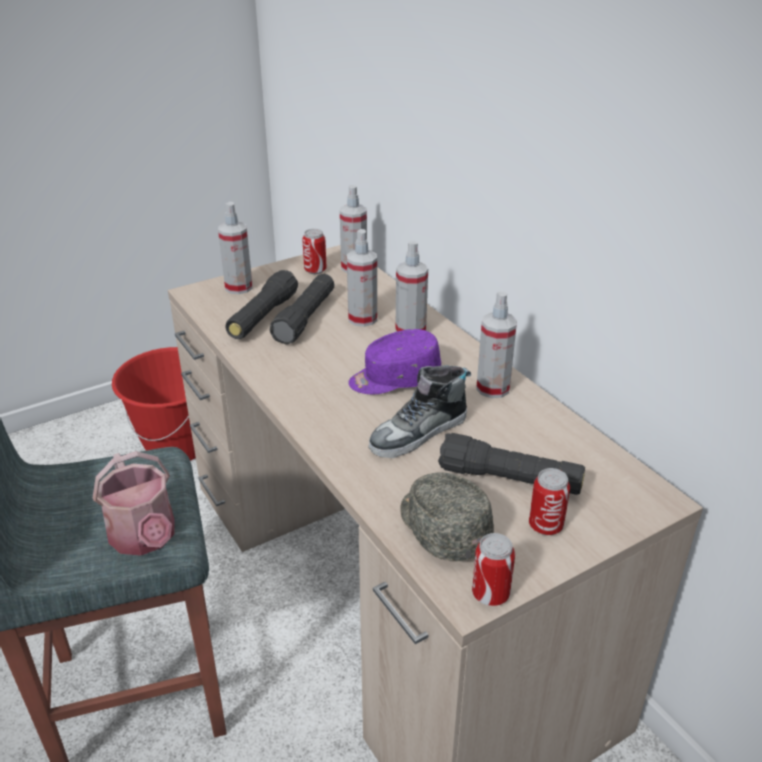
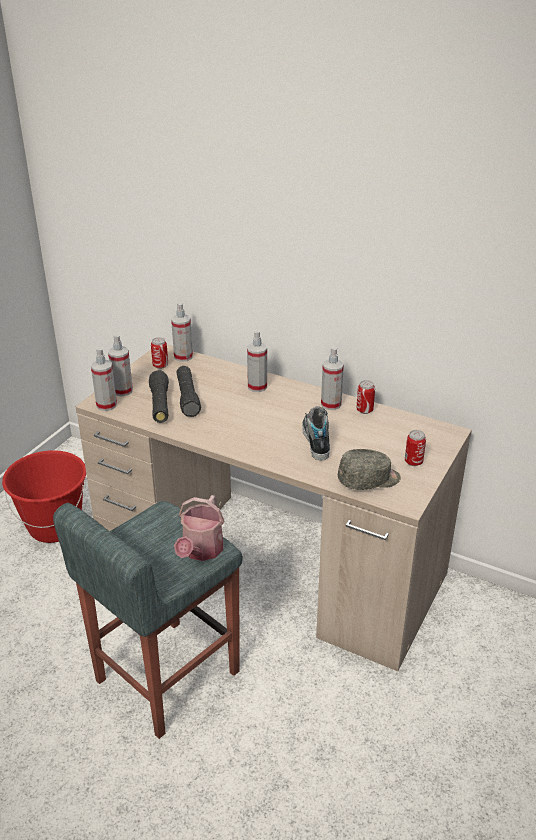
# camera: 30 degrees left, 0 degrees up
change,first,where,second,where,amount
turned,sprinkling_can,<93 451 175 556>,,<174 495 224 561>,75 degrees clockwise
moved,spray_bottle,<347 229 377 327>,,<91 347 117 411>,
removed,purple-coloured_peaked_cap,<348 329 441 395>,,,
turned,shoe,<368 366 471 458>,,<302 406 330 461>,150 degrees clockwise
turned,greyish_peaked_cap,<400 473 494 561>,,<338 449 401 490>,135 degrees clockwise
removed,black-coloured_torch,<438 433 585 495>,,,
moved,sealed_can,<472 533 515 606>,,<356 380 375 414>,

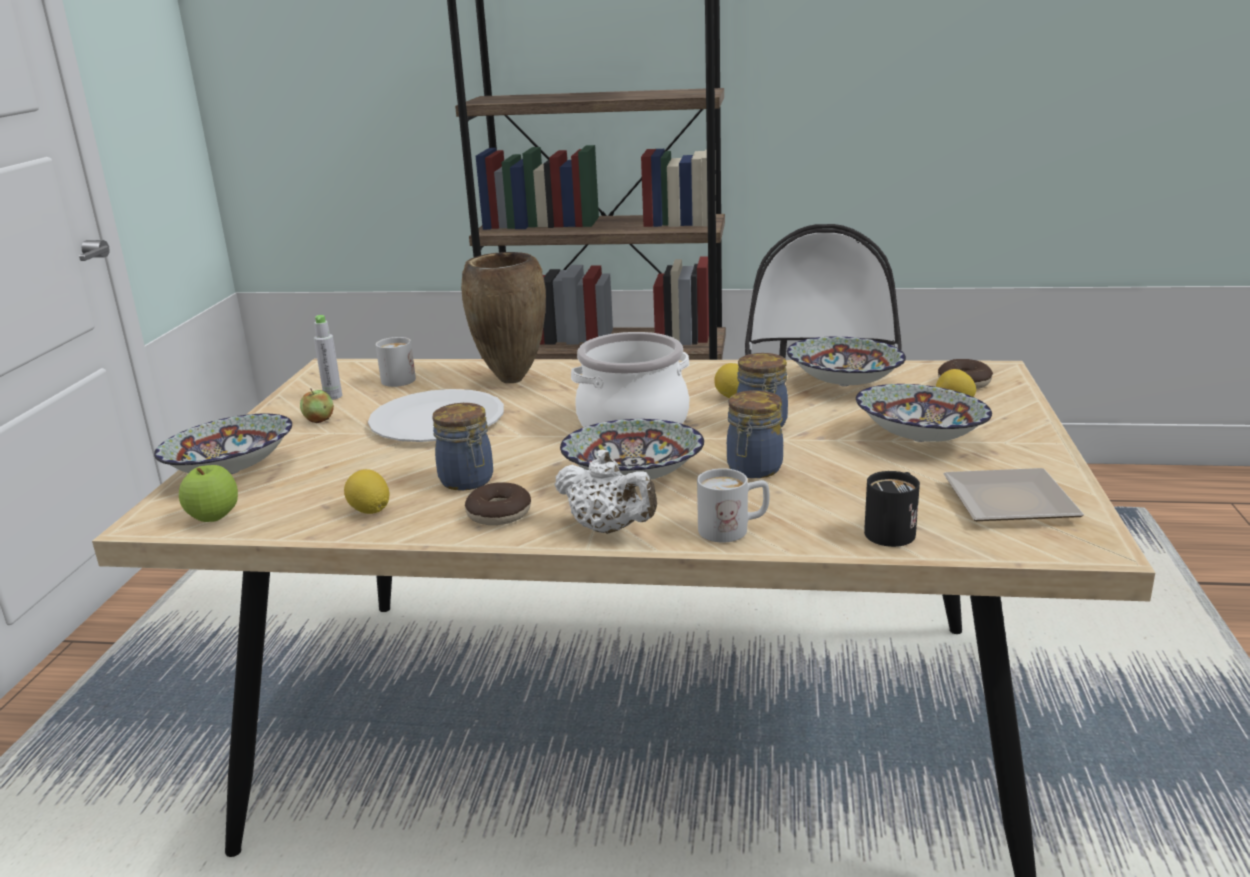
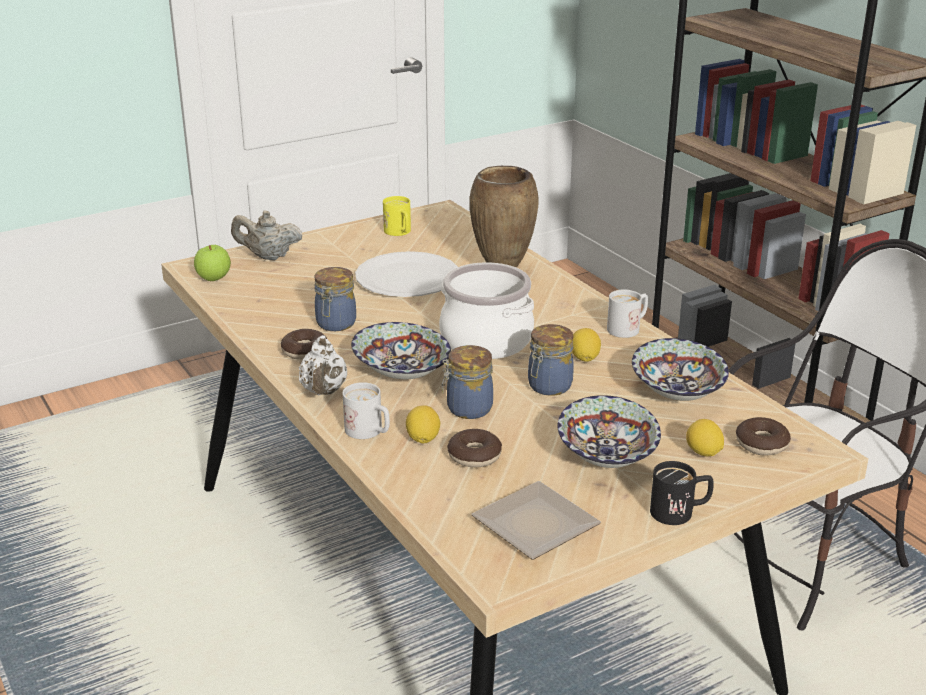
# camera: 50 degrees right, 5 degrees up
change,first,where,second,where,amount
replaced,serving_bowl,<154 414 292 474>,beige_pot_for_tea,<231 210 302 260>,
removed,apple,<300 389 334 423>,,,
replaced,greyish_beverage_bottle,<314 315 342 400>,yellow-coloured_coffee_mug,<383 196 411 236>,
moved,whole_lemon,<344 469 389 514>,,<406 405 440 443>,
moved,white-coloured_coffee_mug,<376 337 416 387>,,<607 290 648 338>,
moved,black-coloured_coffee_mug,<864 471 920 547>,,<650 461 714 525>,
added,,,doughnut,<447 429 502 467>,

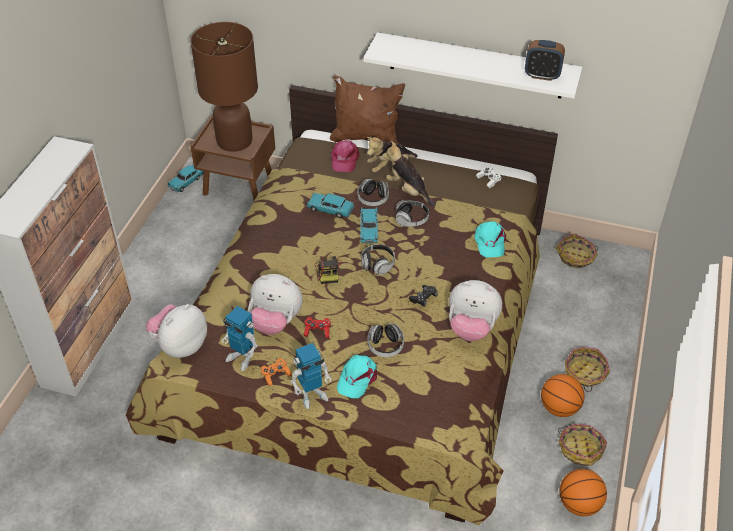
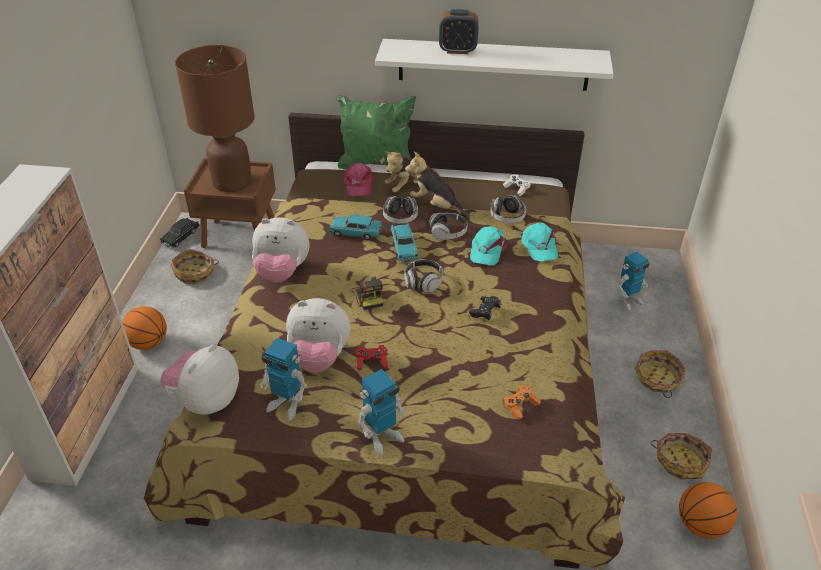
# camera: 10 degrees left, 5 degrees down
change,first,where,second,where,amount
recoloured,turquoise_toy_car,<167 164 204 192>,black-coloured_toy_car,<160 218 200 248>,
moved,orange_game_controller,<261 358 292 386>,,<502 385 541 420>,
recoloured,brown_pillow,<330 75 405 143>,greenish_pillow,<336 95 416 170>,
moved,turquoise_peaked_cap,<337 355 377 398>,,<470 227 507 265>,
moved,pair_of_headphones,<367 323 404 357>,,<490 195 526 223>,
moved,cuddly_toy,<449 280 502 341>,,<252 217 309 282>,
moved,bedside_clock,<525 40 565 81>,,<439 9 479 54>,
moved,basketball_ball,<541 374 585 417>,,<122 306 167 350>,
moved,household_basket,<556 233 598 268>,,<171 249 219 284>,
added,,,model_robot,<618 252 650 311>,

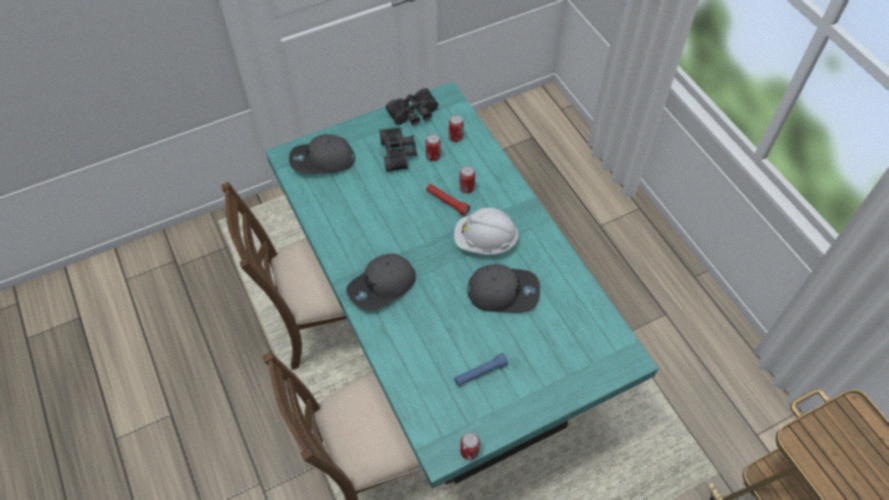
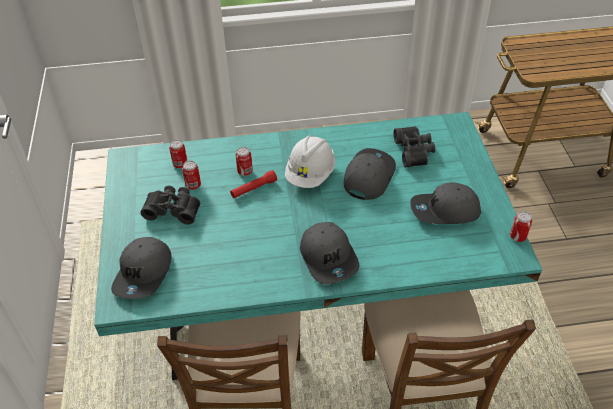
# camera: 70 degrees left, 10 degrees down
change,first,where,second,where,amount
moved,black-coloured_field_glasses,<386 88 439 126>,,<394 126 435 167>,
replaced,bluish_torch,<454 353 508 386>,greyish_peaked_cap,<410 182 481 224>,

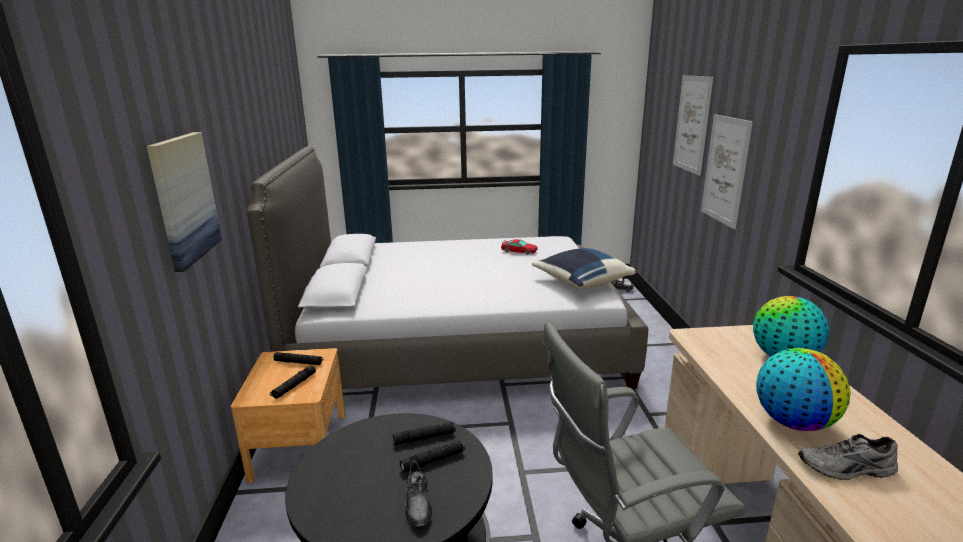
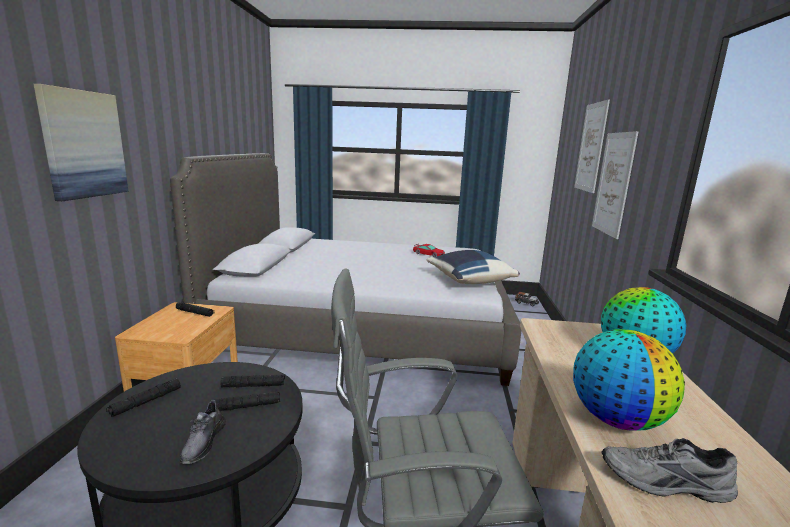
# camera: 10 degrees right, 5 degrees down
change,first,where,second,where,amount
moved,black-coloured_torch,<270 365 316 399>,,<106 378 181 417>,

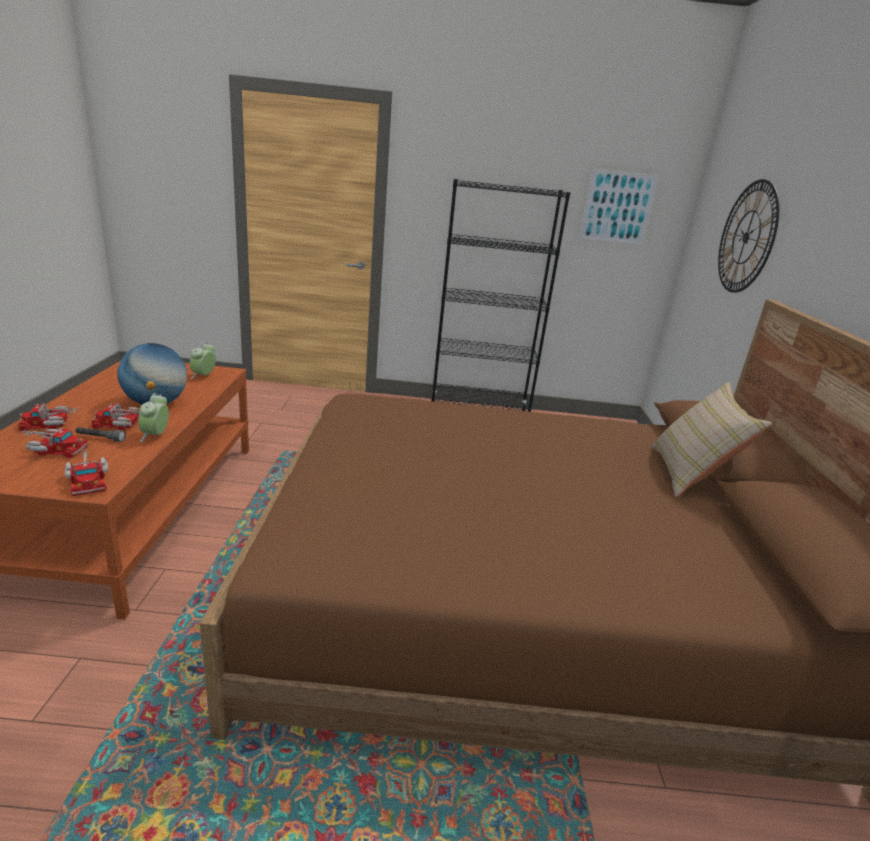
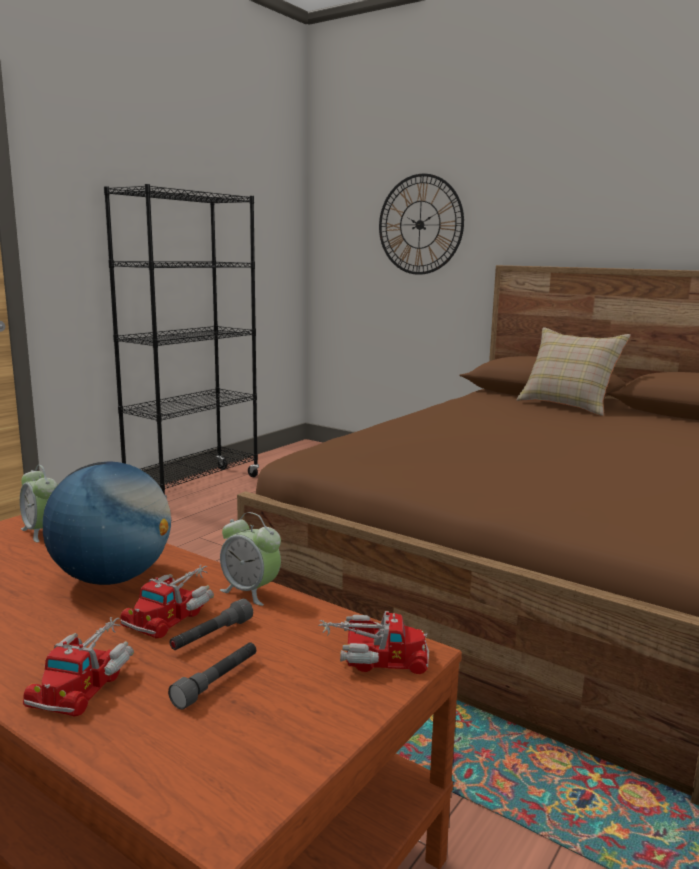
# camera: 55 degrees left, 10 degrees down
change,first,where,second,where,amount
replaced,toy_lorry,<22 427 88 458>,greyish_torch,<168 642 256 710>,
removed,wall_picture,<579 168 659 245>,,,

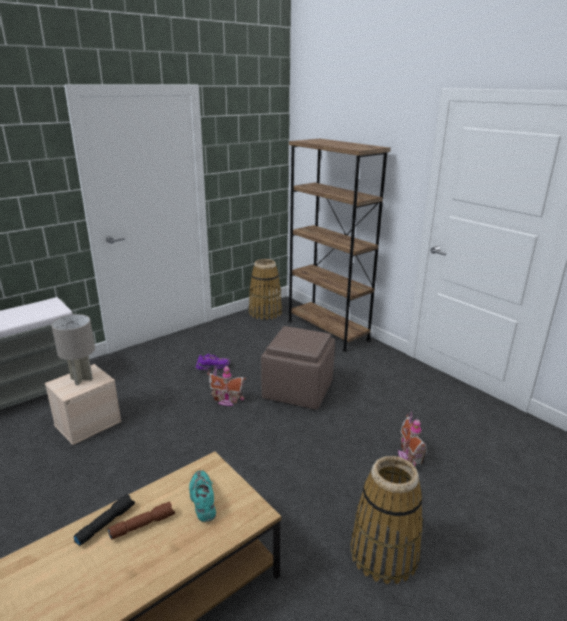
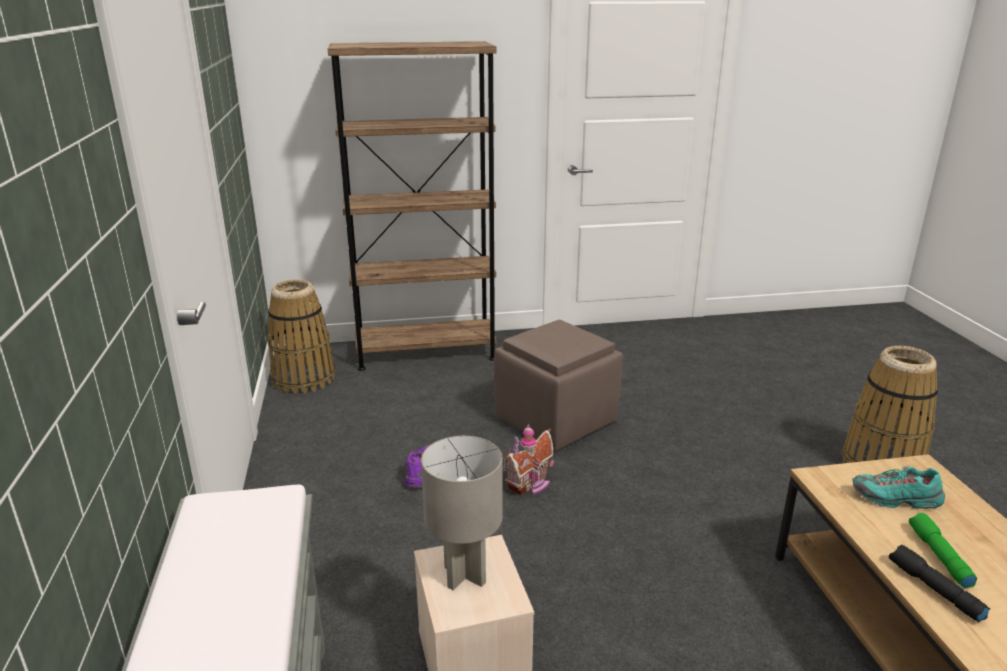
# camera: 60 degrees left, 0 degrees up
change,first,where,second,where,amount
recoloured,brown_torch,<108 502 175 540>,greenish_torch,<909 513 977 588>,
removed,model_house,<398 411 427 466>,,,

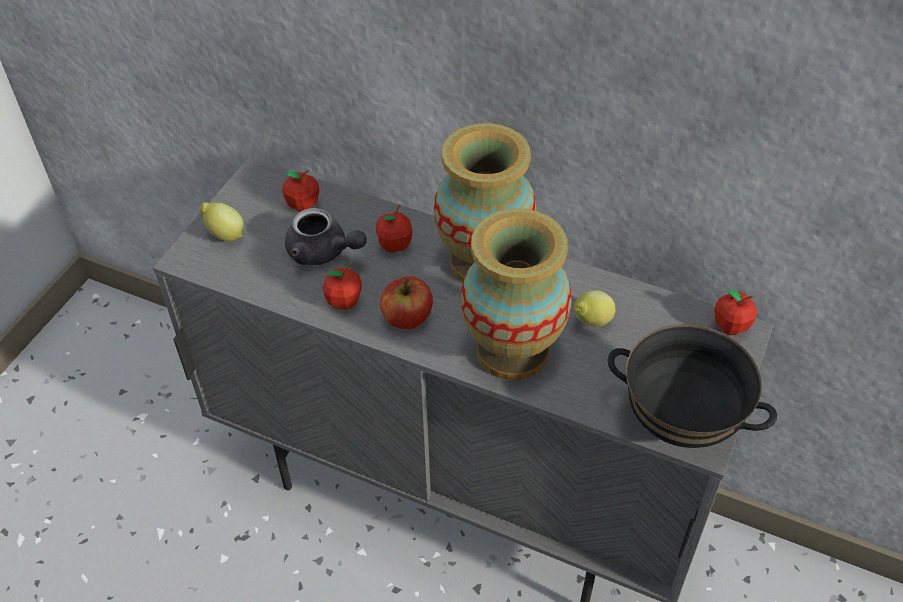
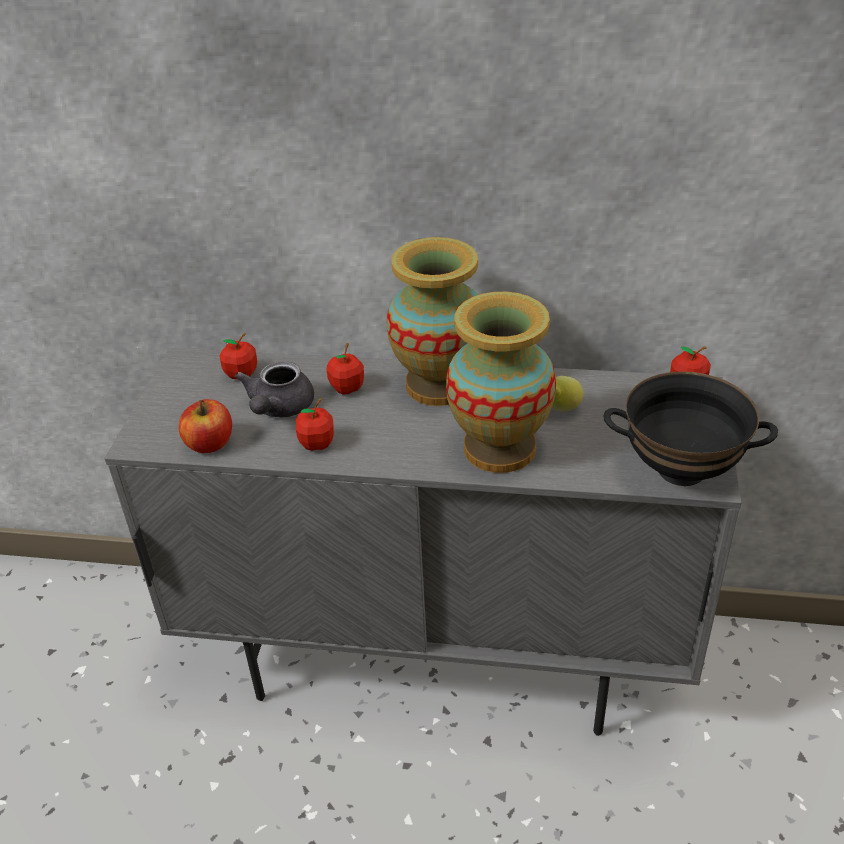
# camera: 15 degrees left, 10 degrees down
change,first,where,second,where,amount
removed,whole_lemon,<200 202 244 241>,,,
turned,greyish_pot_for_tea,<285 208 367 265>,,<235 361 314 417>,90 degrees clockwise
moved,apple,<380 276 433 329>,,<179 399 232 453>,

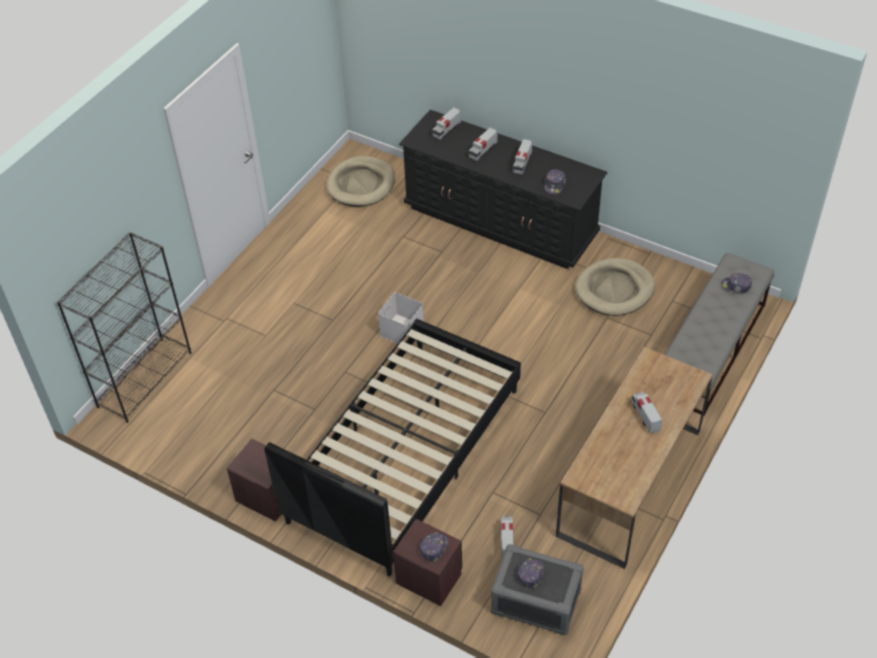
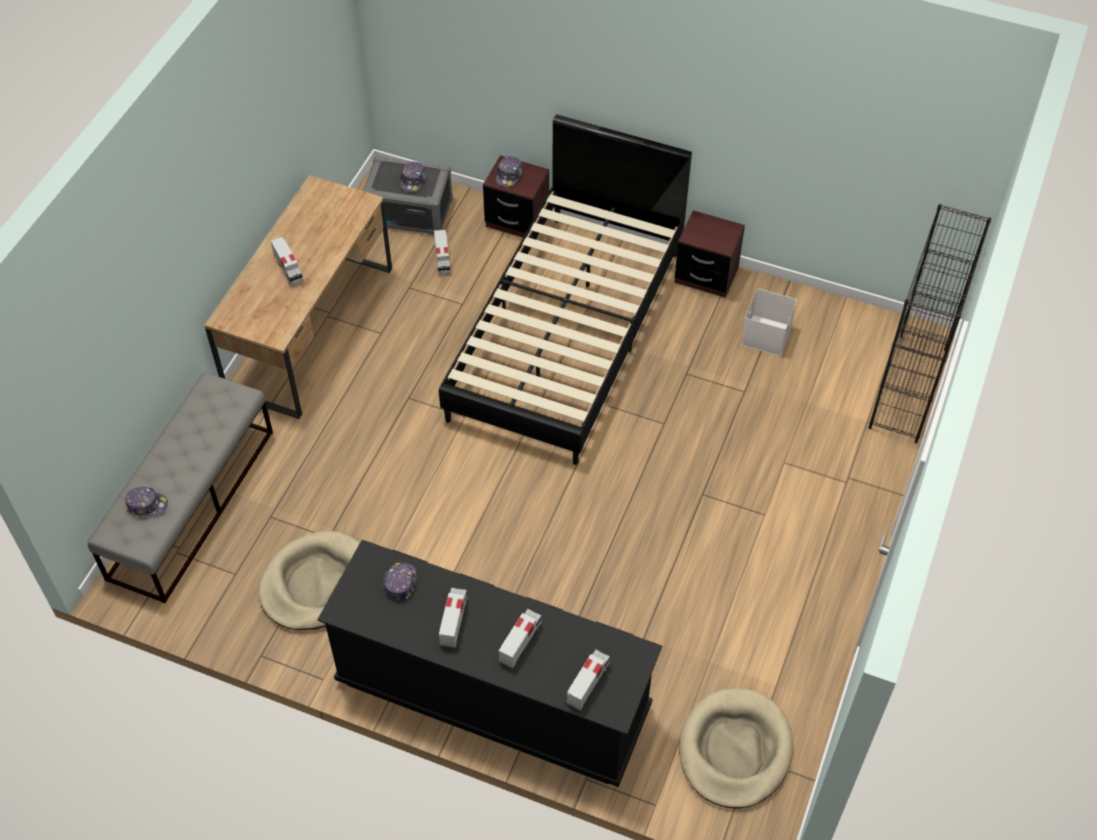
# camera: 170 degrees right, 5 degrees up
change,first,where,second,where,amount
moved,white-coloured_storage_bin,<378 292 423 344>,,<741 288 797 356>,

